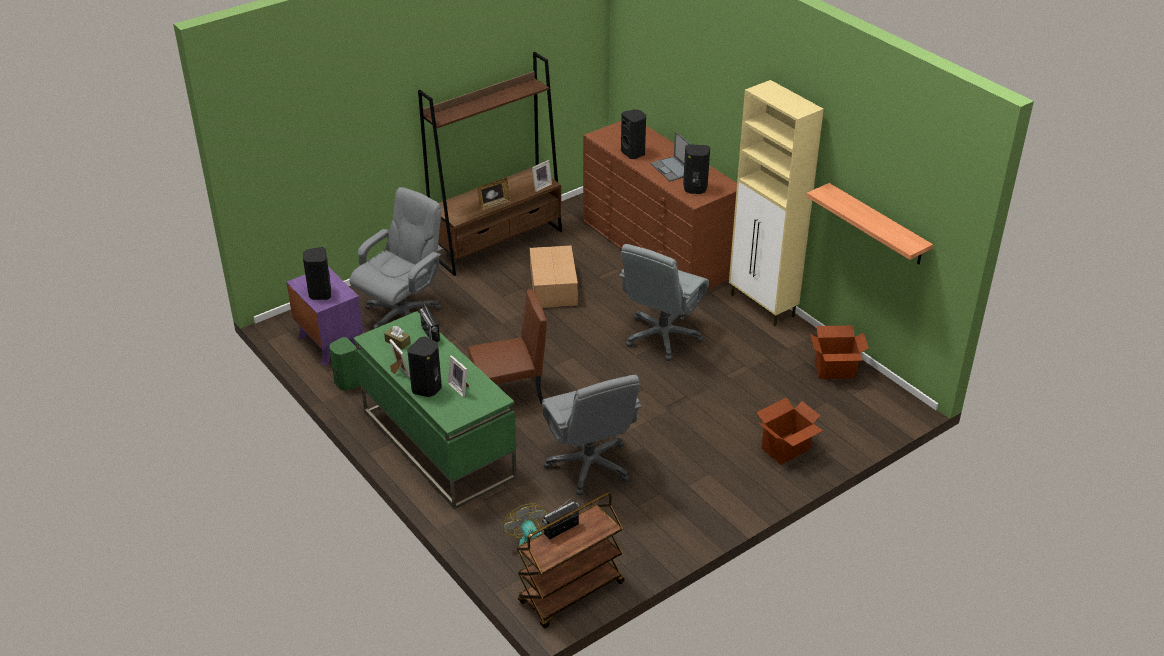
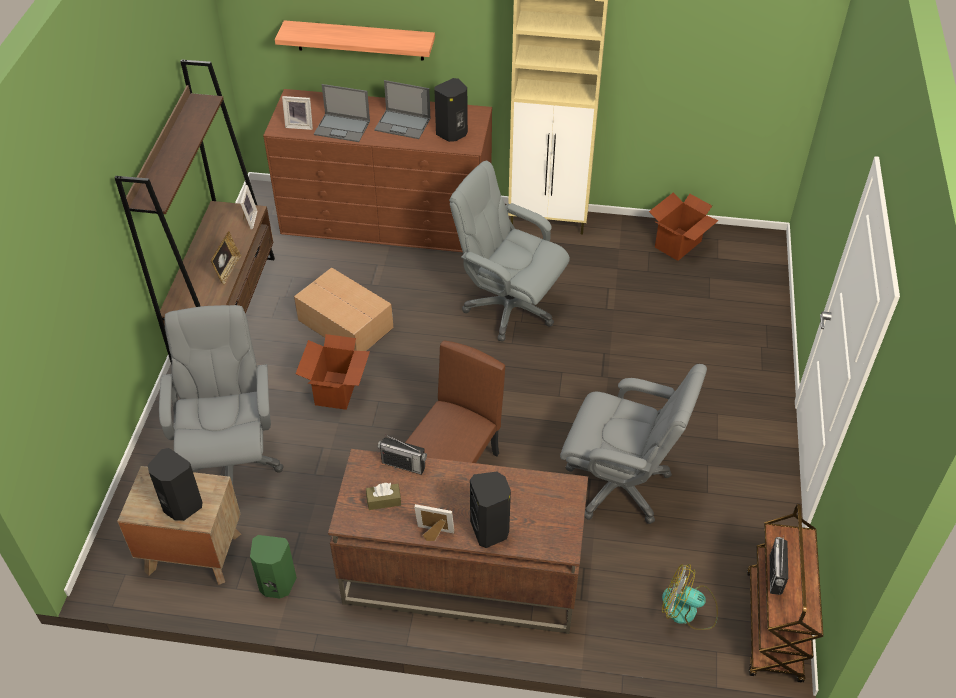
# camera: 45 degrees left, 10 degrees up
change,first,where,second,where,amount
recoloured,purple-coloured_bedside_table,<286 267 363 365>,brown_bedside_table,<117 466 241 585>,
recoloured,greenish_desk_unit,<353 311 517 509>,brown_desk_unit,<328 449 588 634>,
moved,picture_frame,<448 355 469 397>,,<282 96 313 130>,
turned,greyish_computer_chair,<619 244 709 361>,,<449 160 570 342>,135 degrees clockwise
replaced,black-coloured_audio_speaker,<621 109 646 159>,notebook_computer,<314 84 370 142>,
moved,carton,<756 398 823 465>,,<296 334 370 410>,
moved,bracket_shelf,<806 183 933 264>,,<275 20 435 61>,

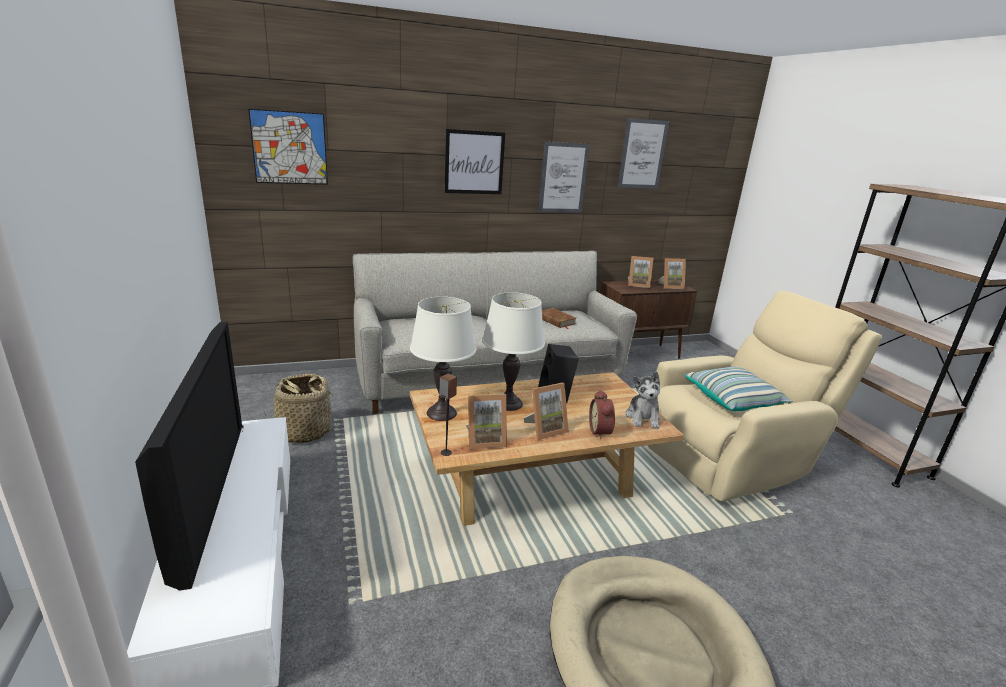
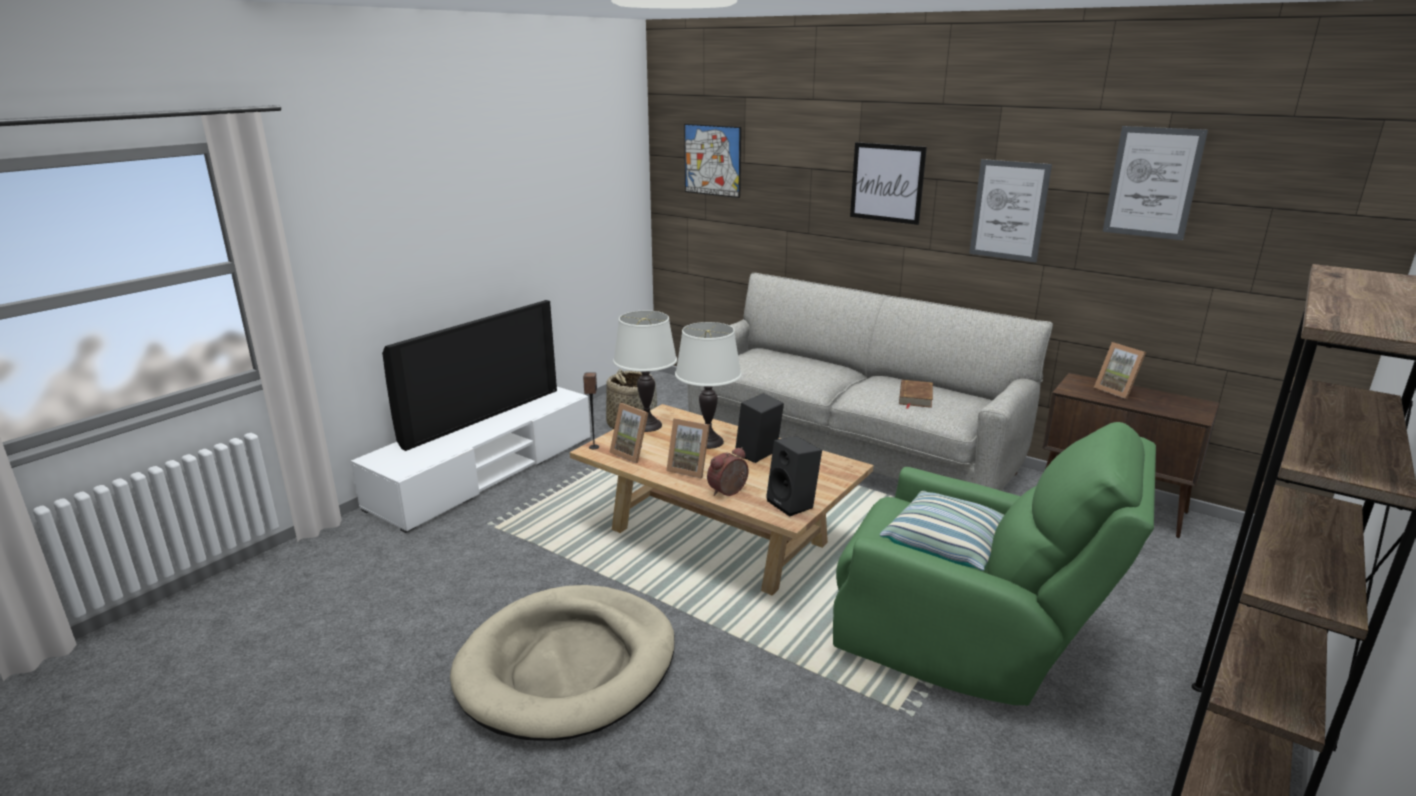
# camera: 55 degrees right, 0 degrees up
change,first,where,second,where,amount
replaced,cuddly_toy,<626 372 660 428>,black-coloured_audio_speaker,<766 436 822 517>,
recoloured,beige_armchair,<648 291 882 501>,greenish_armchair,<833 422 1156 706>,
removed,picture_frame,<658 258 686 289>,,,

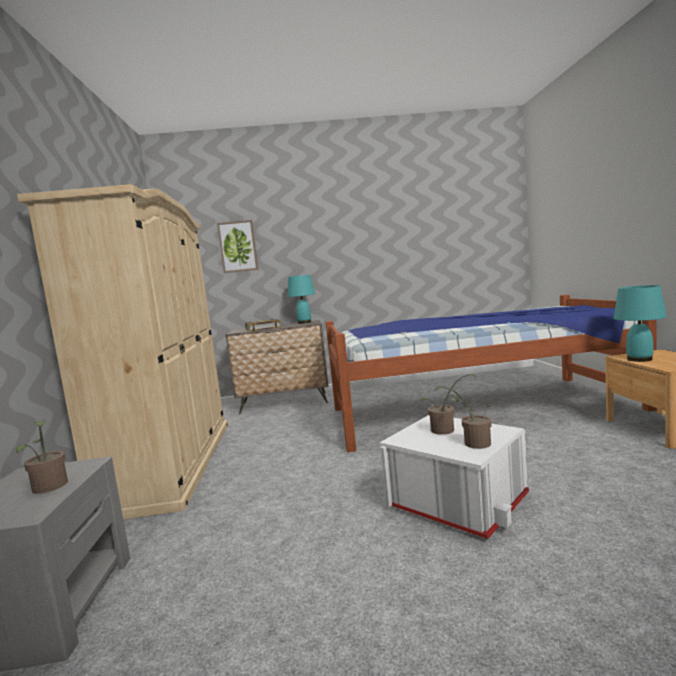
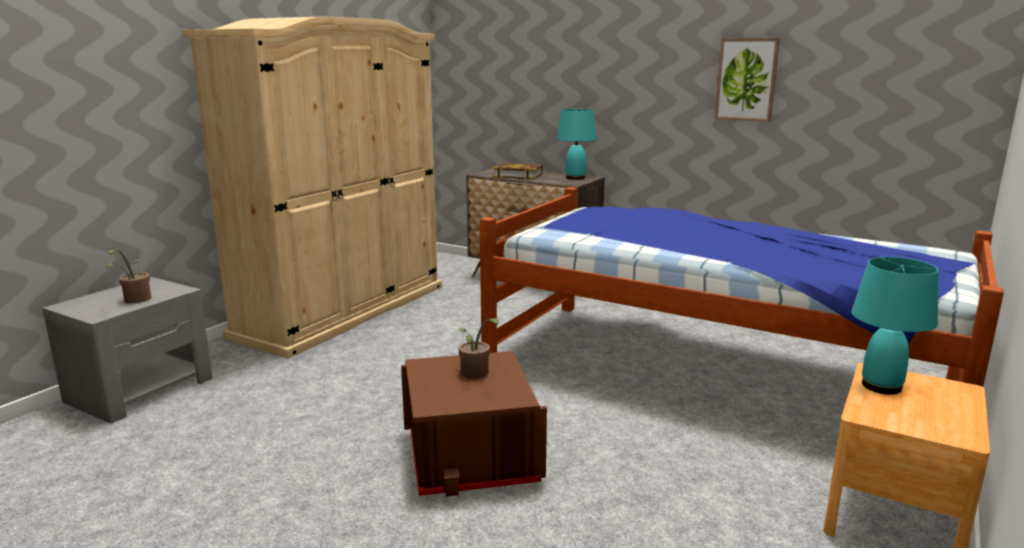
# camera: 35 degrees right, 10 degrees up
change,first,where,second,where,amount
moved,wall_picture,<217 220 258 273>,,<714 38 780 122>,
recoloured,white-coloured_storage_bin,<379 415 529 539>,brown_storage_bin,<401 351 547 497>,
removed,plant_in_a_pot,<435 386 493 449>,,,

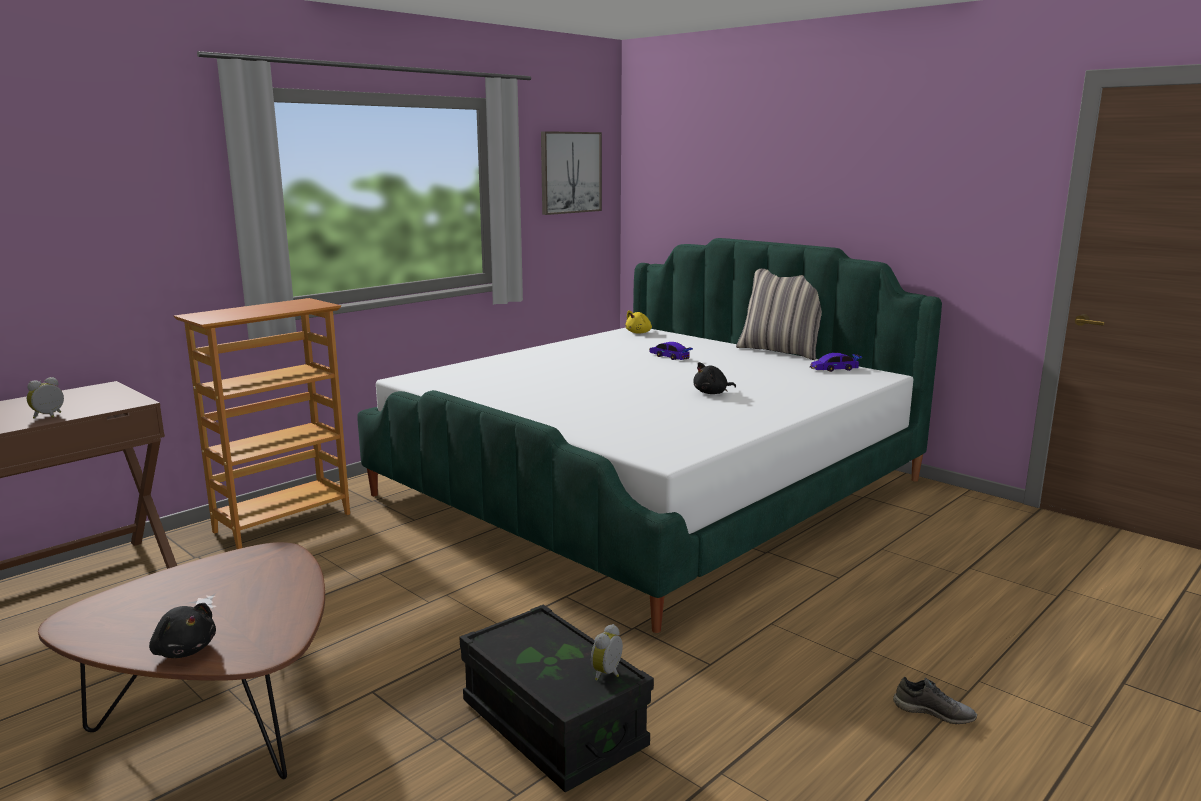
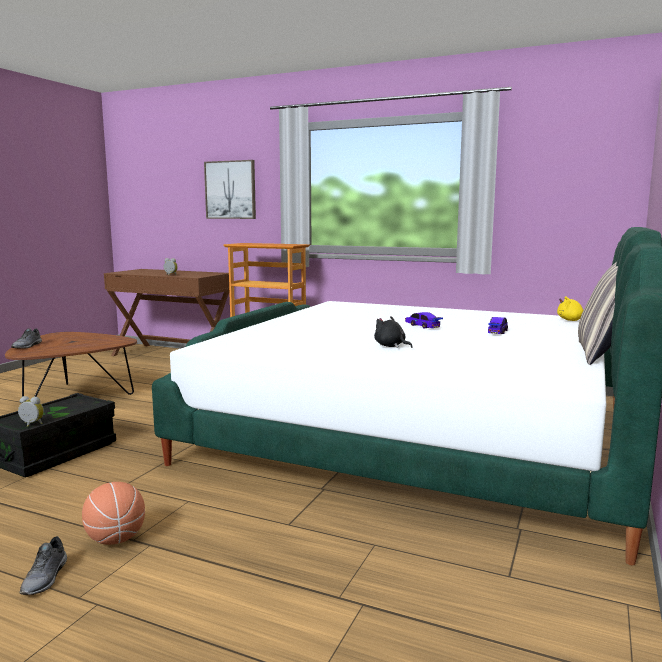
# camera: 70 degrees right, 5 degrees down
change,first,where,second,where,amount
replaced,black-coloured_cuddly_toy,<149 603 216 658>,greyish_shoe,<11 328 42 349>,
moved,wall_picture,<541 131 602 215>,,<204 160 256 219>,
moved,toy_car,<810 353 862 372>,,<405 312 443 328>,
added,,,basketball_ball,<82 482 145 545>,

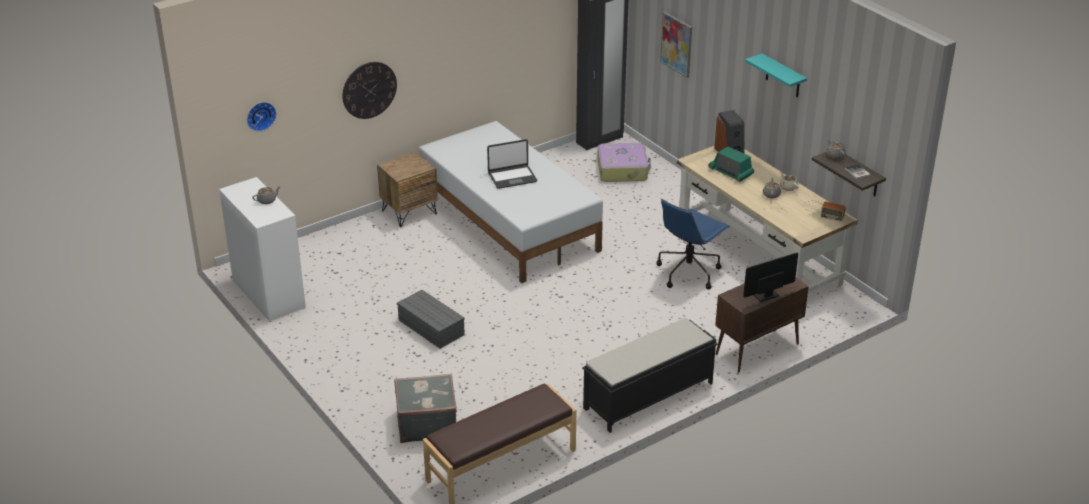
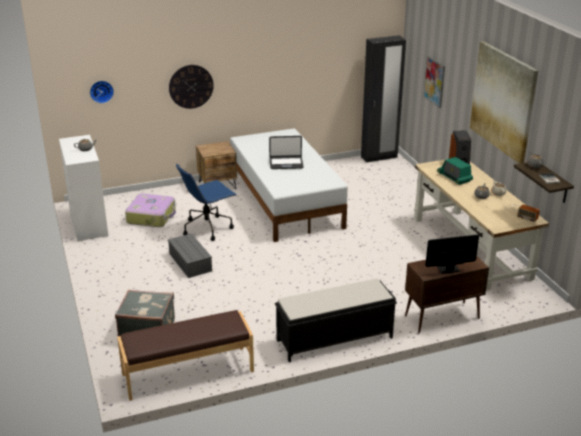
# camera: 15 degrees right, 5 degrees down
change,first,where,second,where,amount
moved,piece_of_luggage,<597 143 651 182>,,<125 193 176 227>,
moved,bluish_computer_chair,<657 199 730 289>,,<176 163 237 241>,
replaced,turquoise_bracket_shelf,<745 53 807 97>,wall_picture,<470 41 538 164>,

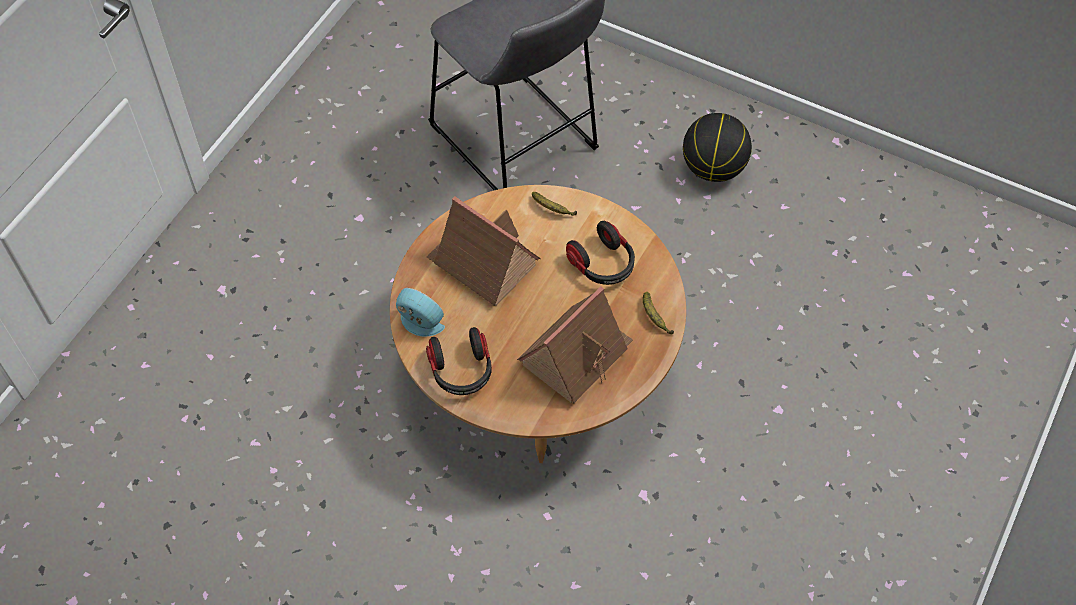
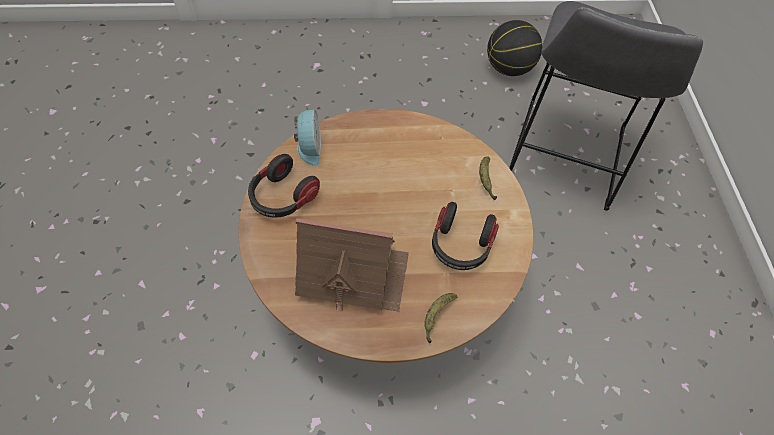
# camera: 55 degrees right, 0 degrees up
change,first,where,second,where,amount
removed,model_house,<427 196 541 306>,,,
moved,basketball_ball,<683 113 752 182>,,<487 20 542 76>,

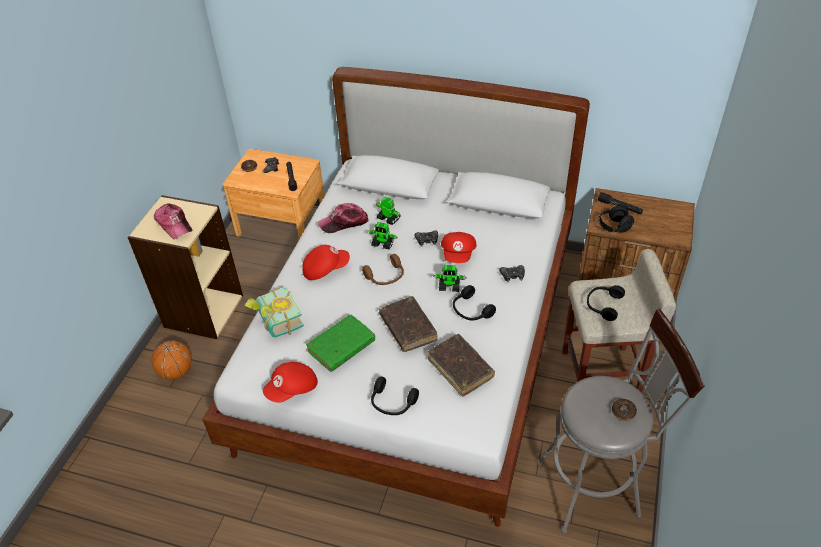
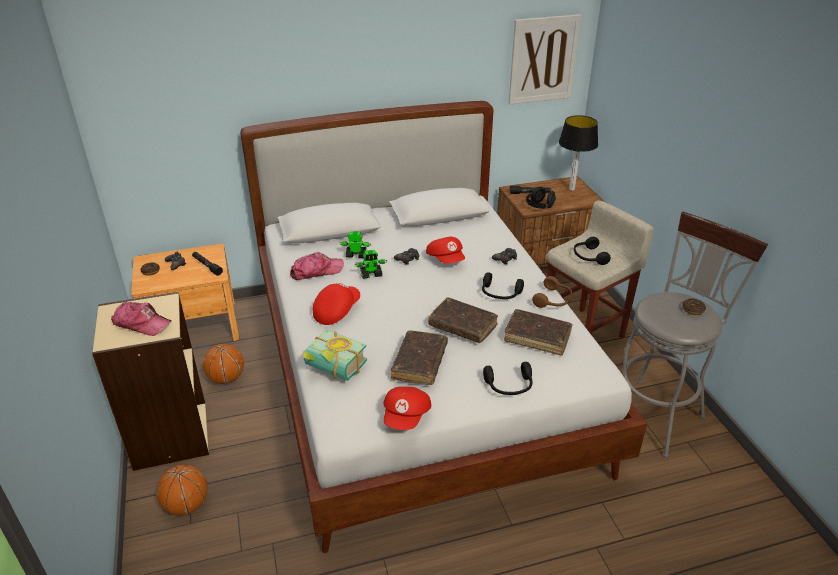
# camera: 35 degrees left, 10 degrees down
change,first,where,second,where,amount
recoloured,greenish_book,<306 315 375 372>,brown_book,<391 330 448 385>,
turned,peaked_cap,<318 203 368 233>,,<290 252 344 280>,150 degrees counterclockwise
moved,brown_pair_of_headphones,<362 254 404 285>,,<532 276 573 308>,
removed,model_robot,<433 265 467 292>,,,
added,,,basketball_ball,<203 344 244 384>,
added,,,wall_picture,<509 14 581 104>,
added,,,lamp_for_a_table,<559 115 598 191>,

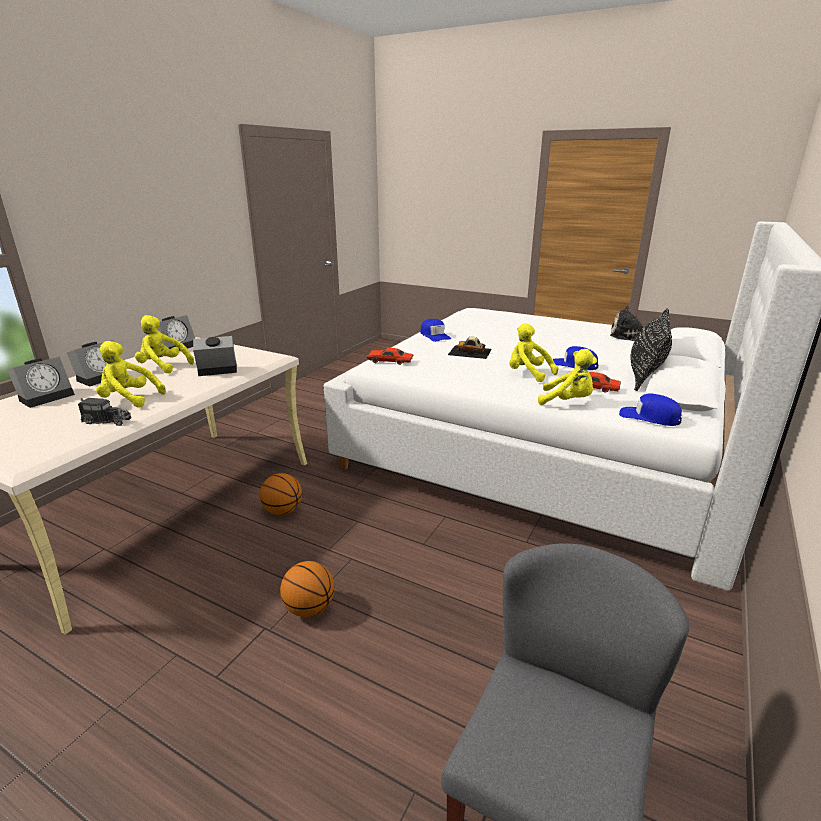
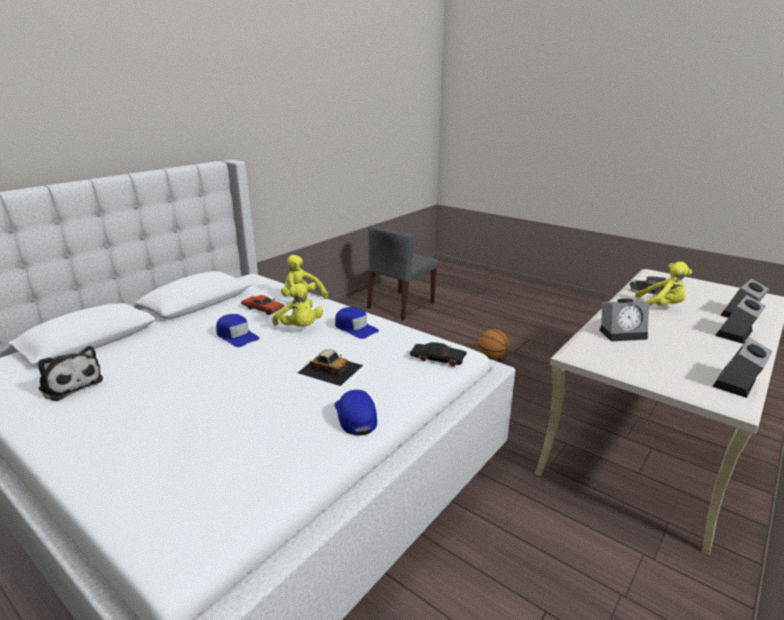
# camera: 170 degrees left, 0 degrees up
change,first,where,second,where,amount
removed,yellow-coloured_cuddly_toy,<135 315 194 373>,,,
removed,basketball_ball,<260 473 302 515>,,,
recoloured,reddish_toy_car,<367 348 413 365>,black-coloured_toy_car,<410 342 467 367>,
moved,bluish_peaked_cap,<619 393 682 426>,,<335 307 379 339>,
removed,black-coloured_pillow,<631 308 672 391>,,,

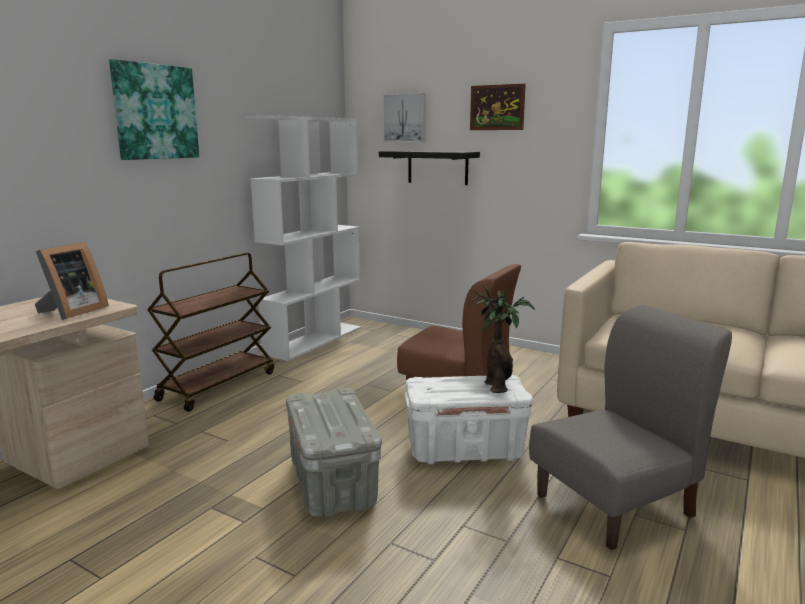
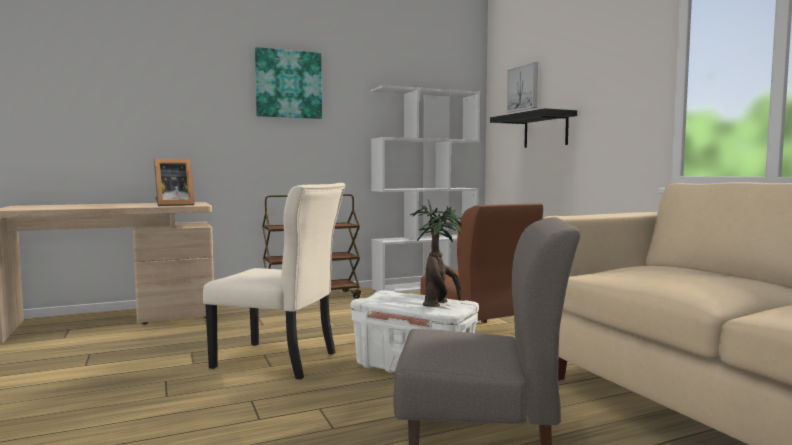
# camera: 35 degrees right, 10 degrees down
change,first,where,second,where,amount
replaced,greyish_storage_bin,<286 388 382 518>,beige_chair,<203 183 345 380>,
removed,wall_picture,<470 84 526 130>,,,

